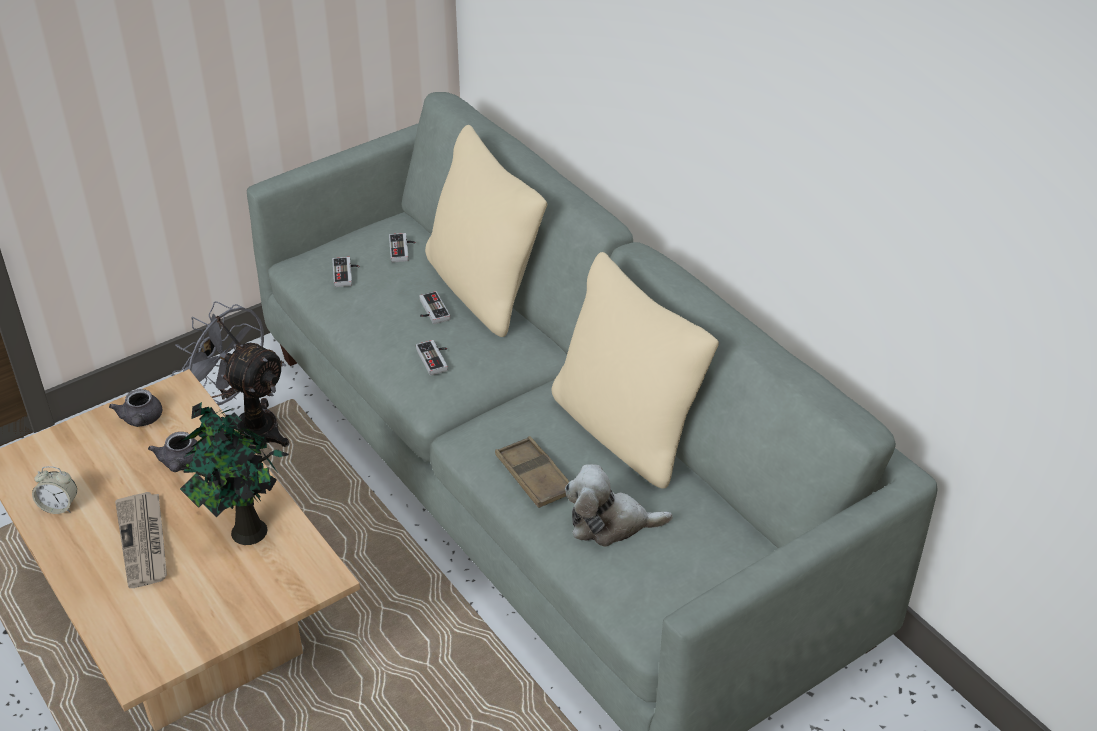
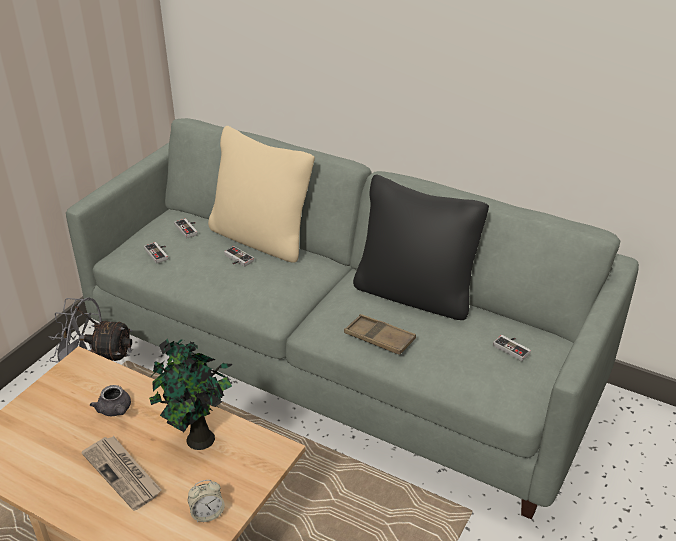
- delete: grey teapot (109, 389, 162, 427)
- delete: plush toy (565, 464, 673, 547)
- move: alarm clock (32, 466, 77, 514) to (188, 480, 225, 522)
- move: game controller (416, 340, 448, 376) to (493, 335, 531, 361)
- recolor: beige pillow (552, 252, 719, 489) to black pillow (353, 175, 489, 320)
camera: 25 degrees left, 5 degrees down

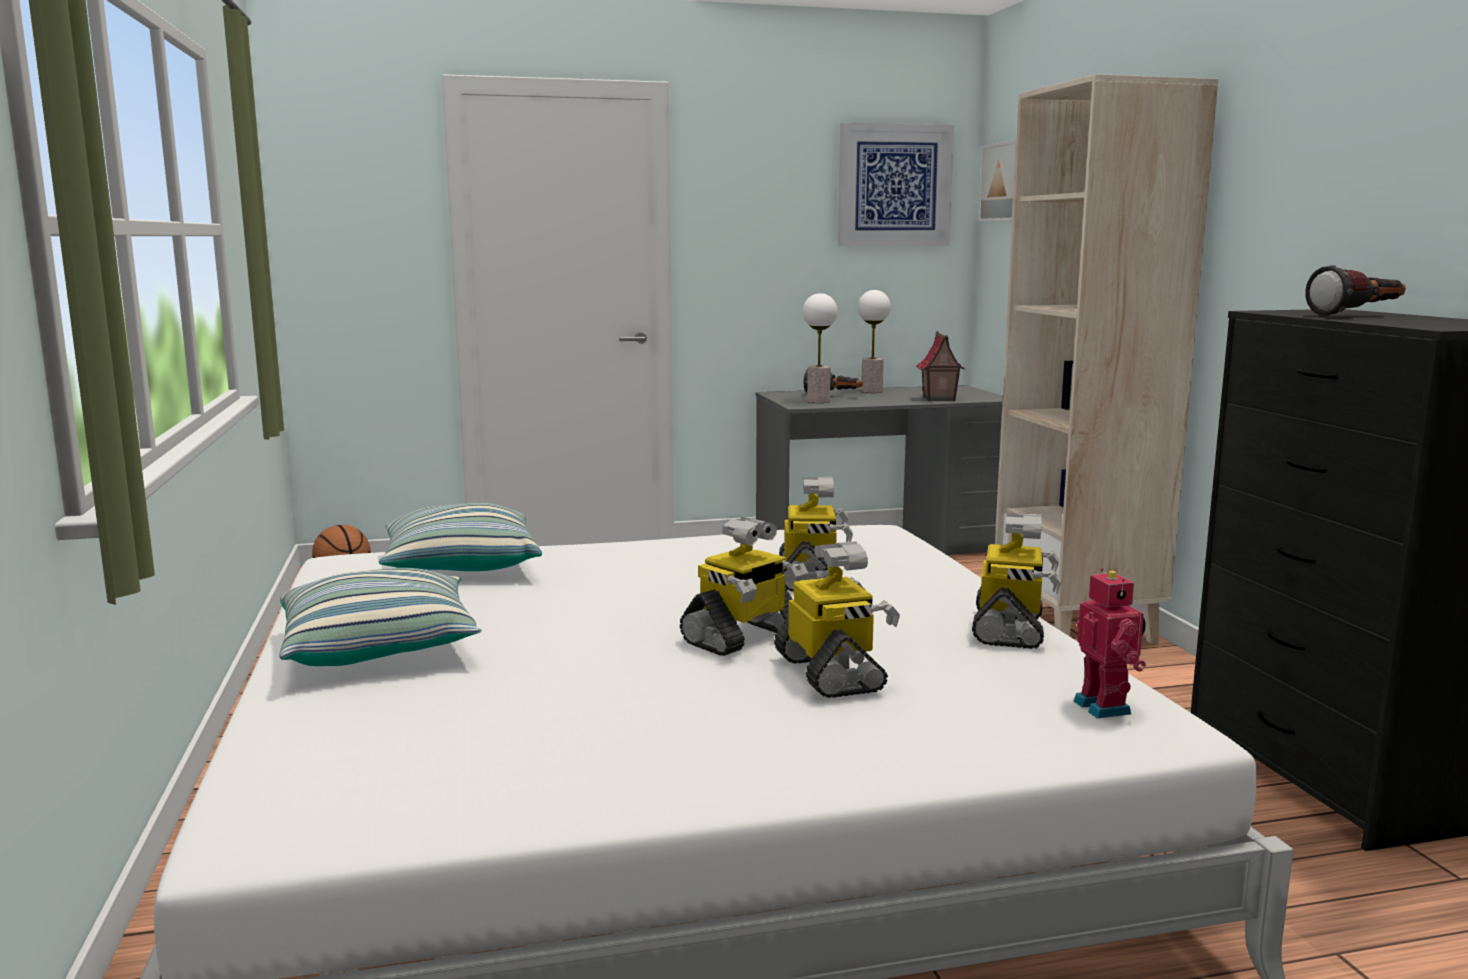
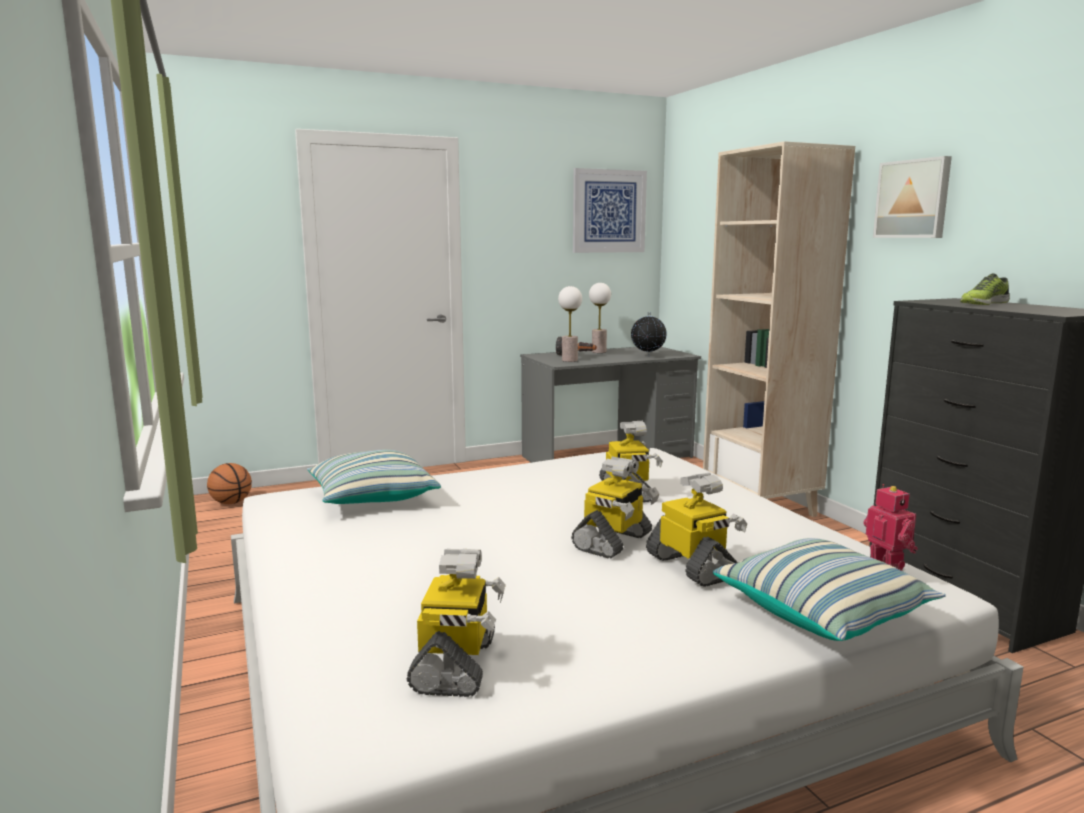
- move: pillow (280, 568, 481, 666) to (713, 538, 946, 641)
- move: toy robot (972, 514, 1061, 649) to (407, 549, 506, 697)
- move: picture (978, 140, 1016, 222) to (873, 156, 952, 238)
- replace: toy house (916, 331, 965, 401) to globe (631, 312, 667, 356)
- replace: flashlight (1305, 265, 1406, 317) to shoe (960, 273, 1010, 305)
camera: 10 degrees left, 0 degrees up

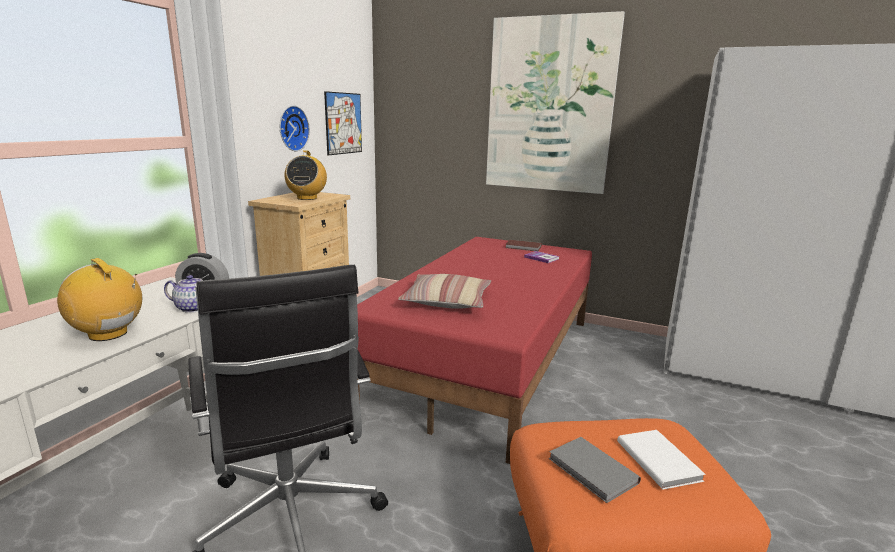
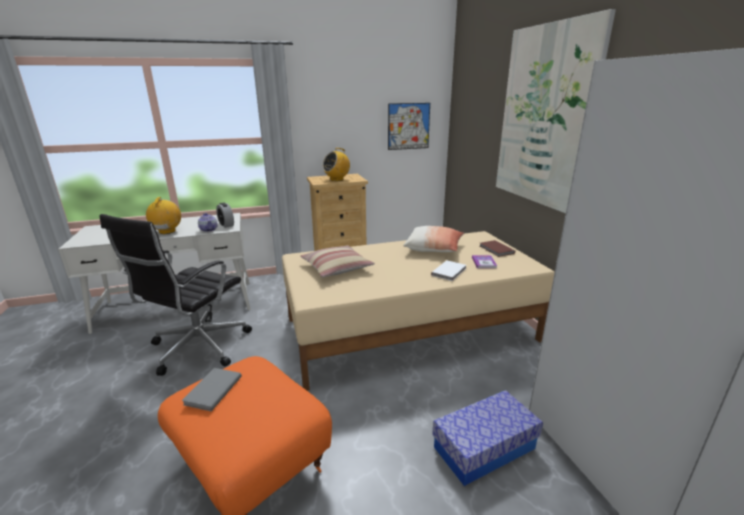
- delete: wall clock (280, 106, 310, 151)
- insert: pillow (403, 226, 464, 252)
- insert: storage box (432, 390, 543, 486)
- move: white book (617, 430, 706, 489) to (431, 260, 466, 281)
- recolor: red bed (357, 237, 592, 464) to beige bed (282, 231, 555, 391)
camera: 50 degrees right, 5 degrees up

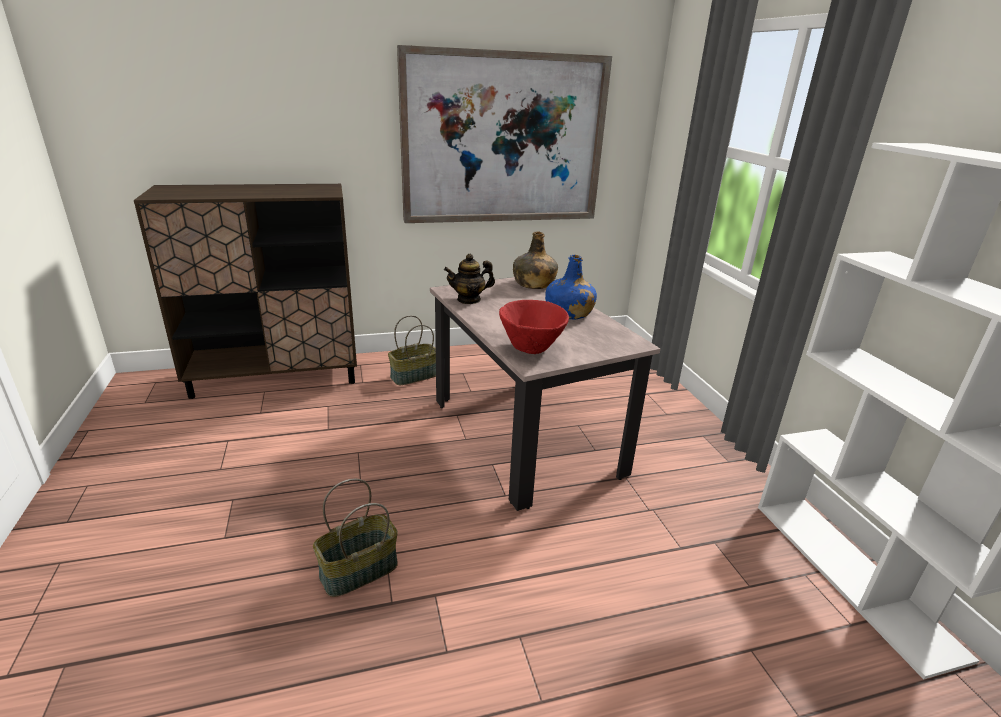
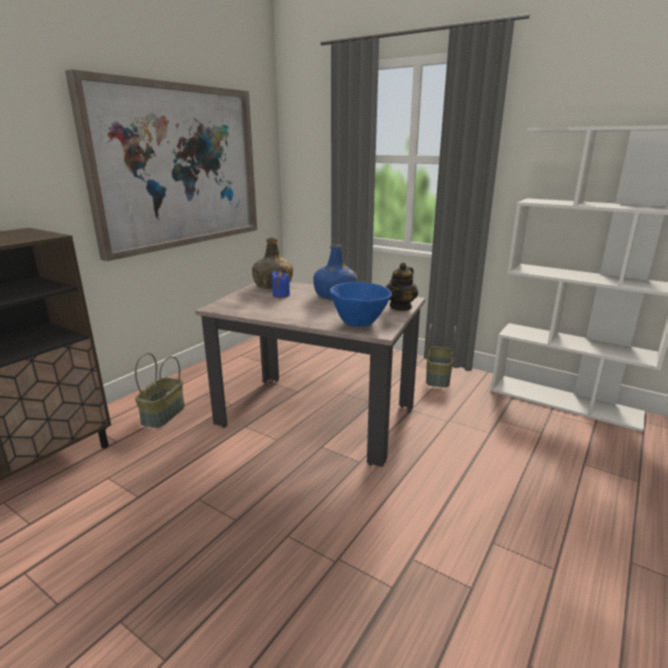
- insert: blue candle (272, 271, 290, 298)
- move: basket (313, 479, 398, 597) to (426, 324, 456, 388)
- move: teapot (444, 254, 495, 304) to (386, 262, 418, 311)
- recolor: red bowl (499, 300, 569, 354) to blue bowl (330, 282, 392, 327)
camera: 40 degrees left, 5 degrees down

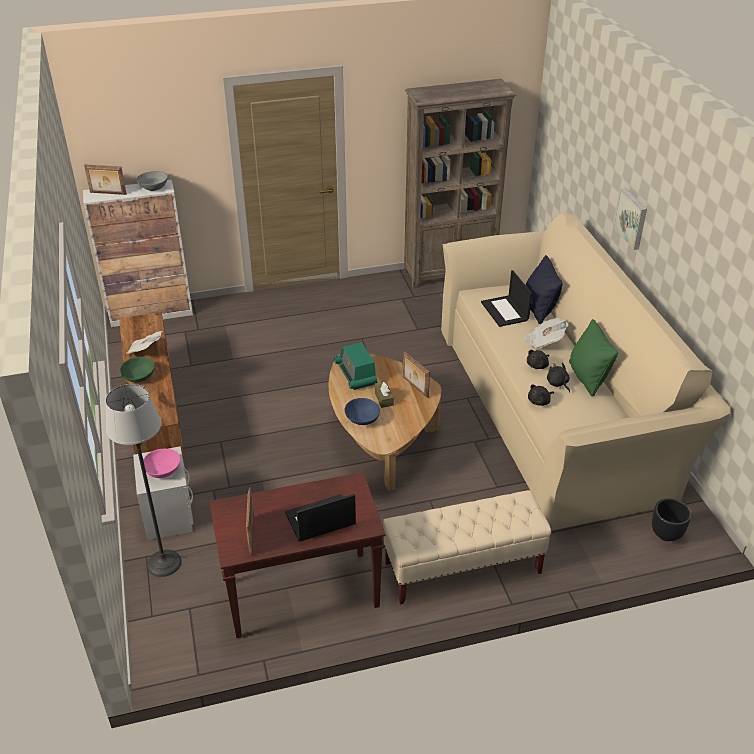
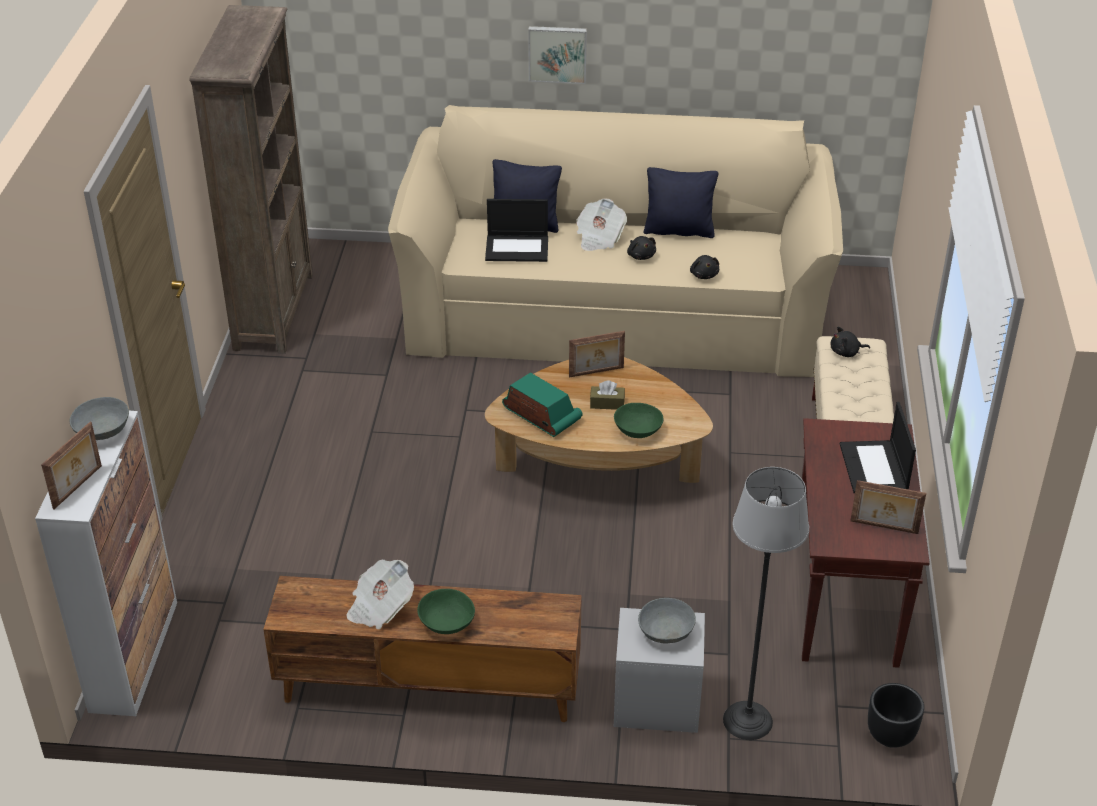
- move: black plush toy (547, 362, 570, 393) to (831, 327, 870, 357)
- move: black planter (652, 498, 691, 541) to (868, 683, 924, 748)
- recolor: pink bowl (143, 449, 181, 478) to grey bowl (638, 598, 696, 644)
- recolor: blue bowl (344, 398, 380, 425) to green bowl (614, 403, 663, 438)
- recolor: green pillow (569, 319, 618, 397) to black pillow (644, 167, 718, 238)
- rotate: radio (334, 342, 377, 390) = (502, 373, 583, 437) 135 degrees counterclockwise
camera: 70 degrees left, 0 degrees up

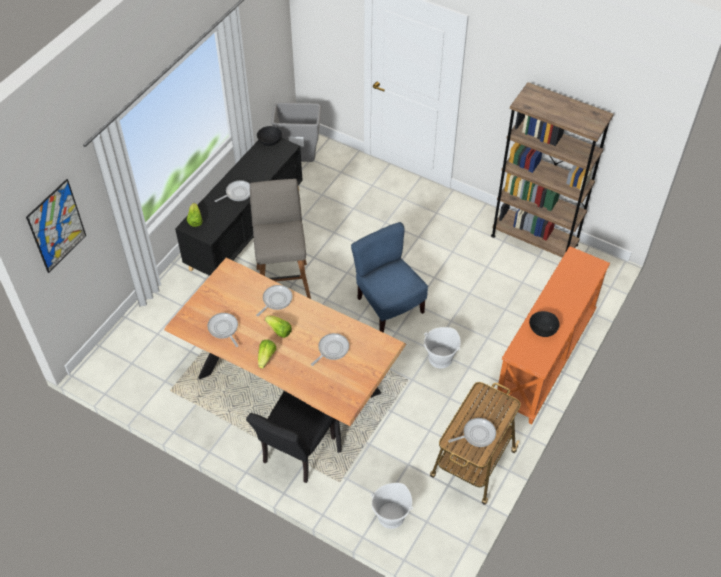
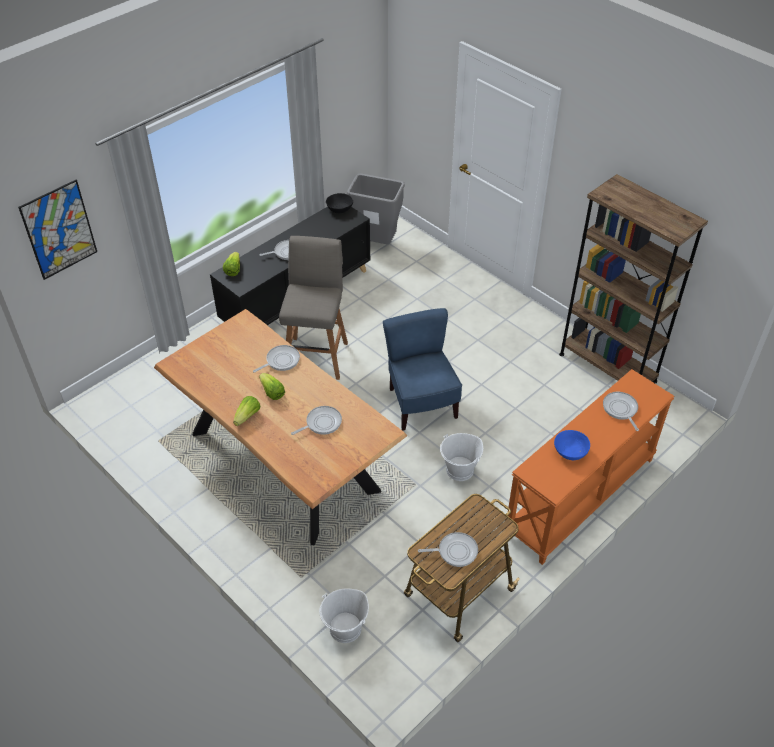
- delete: black chair (246, 391, 336, 483)
- move: frying pan (207, 313, 239, 347) to (603, 392, 639, 431)
- recolor: black bowl (529, 311, 560, 337) to blue bowl (554, 430, 590, 460)
camera: 15 degrees right, 5 degrees down

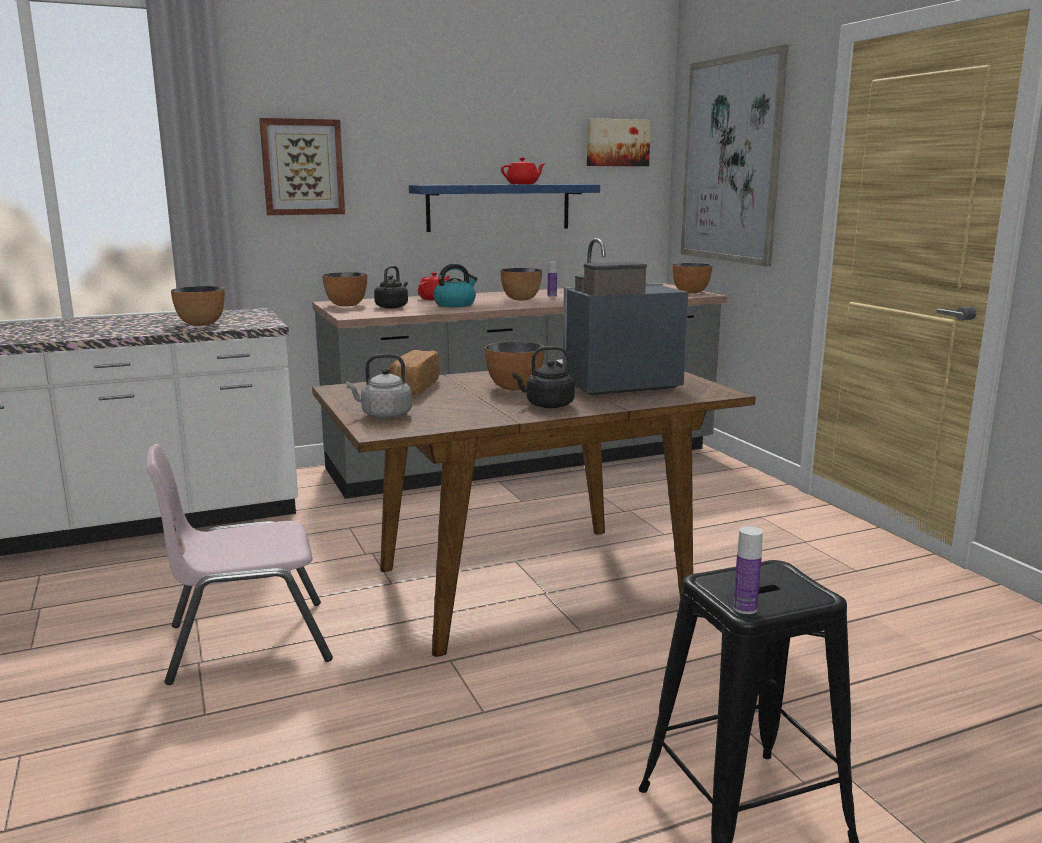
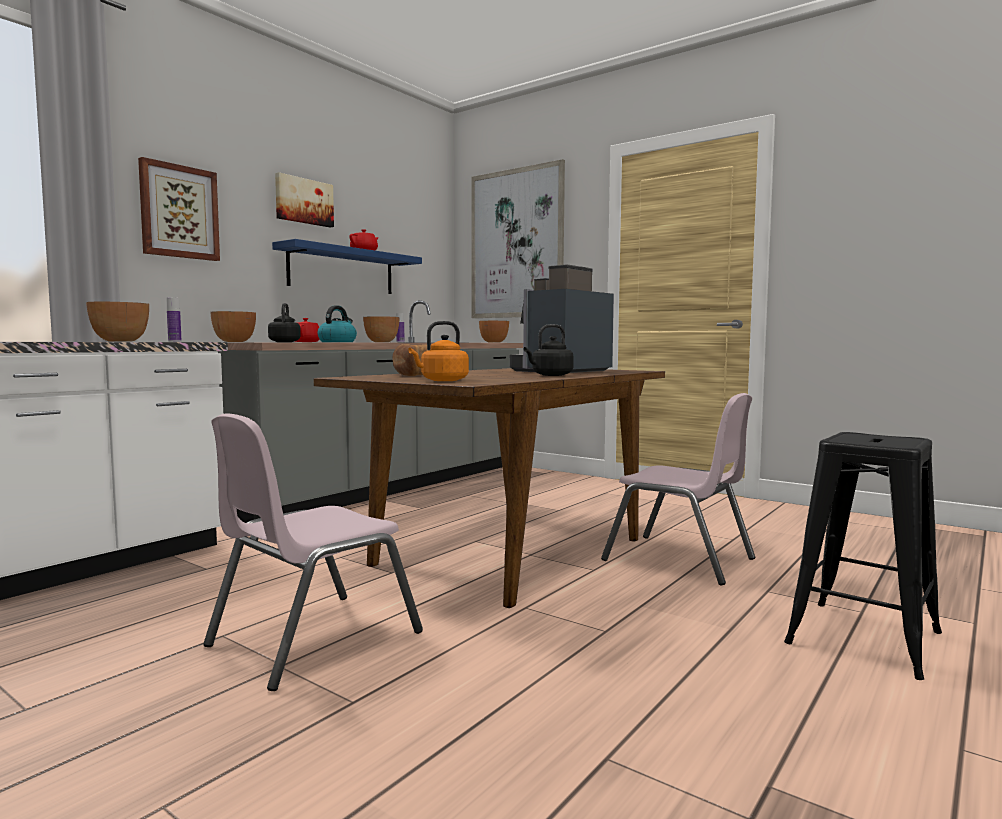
- delete: bowl (485, 342, 545, 390)
- insert: pink chair (601, 393, 755, 585)
- move: picture (587, 118, 651, 166) to (275, 172, 334, 228)
- move: bottle (733, 526, 763, 614) to (167, 298, 182, 342)
- recolor: grey kettle (346, 354, 412, 419) to orange kettle (408, 321, 469, 381)
camera: 30 degrees left, 10 degrees down

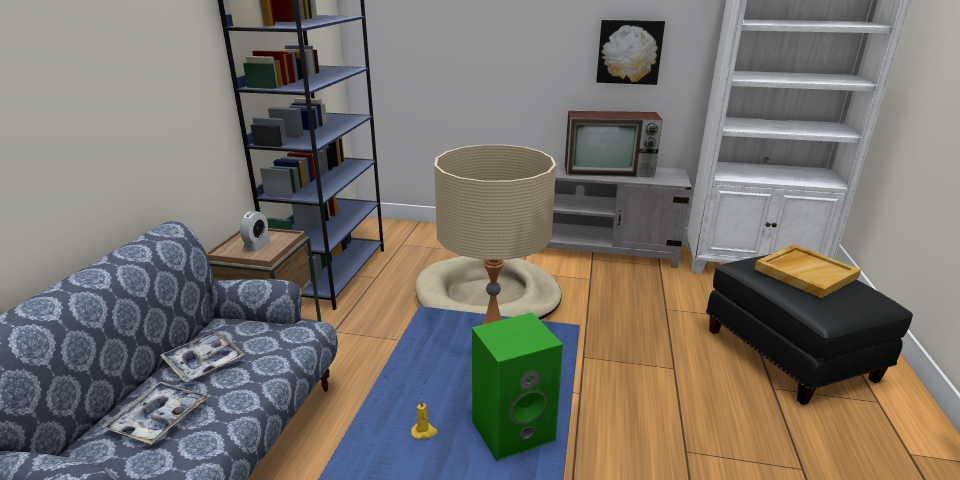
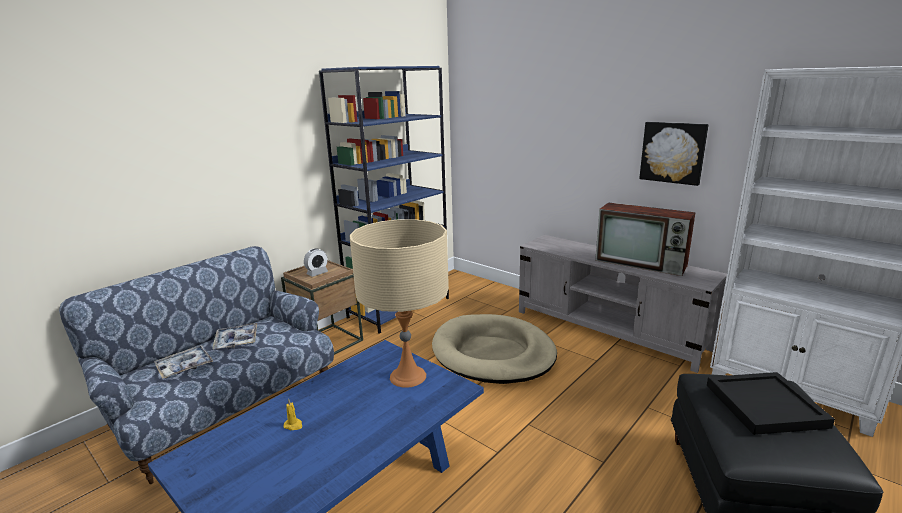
- delete: green speaker (472, 312, 563, 461)
- recolor: beige tray (754, 245, 861, 298) to black tray (707, 372, 835, 435)
camera: 30 degrees right, 5 degrees down

